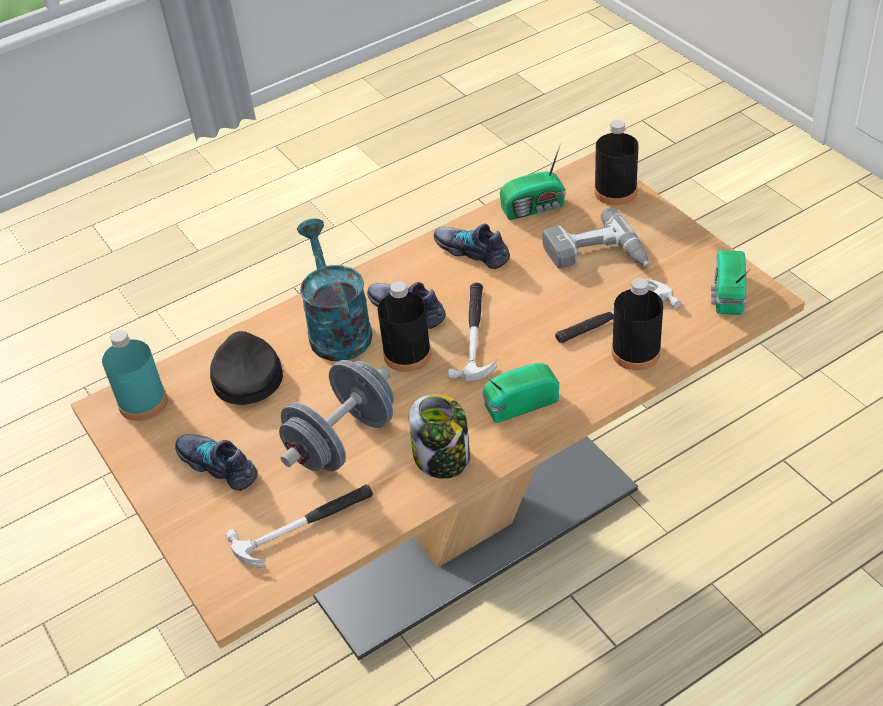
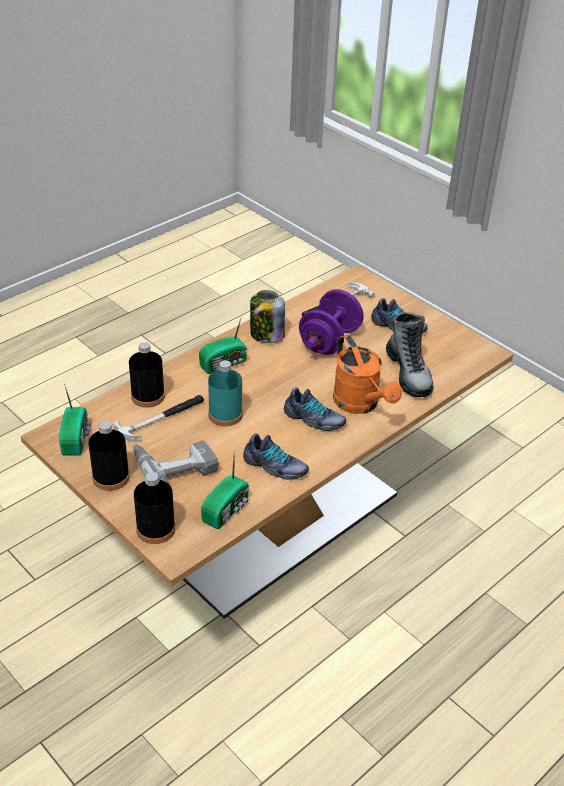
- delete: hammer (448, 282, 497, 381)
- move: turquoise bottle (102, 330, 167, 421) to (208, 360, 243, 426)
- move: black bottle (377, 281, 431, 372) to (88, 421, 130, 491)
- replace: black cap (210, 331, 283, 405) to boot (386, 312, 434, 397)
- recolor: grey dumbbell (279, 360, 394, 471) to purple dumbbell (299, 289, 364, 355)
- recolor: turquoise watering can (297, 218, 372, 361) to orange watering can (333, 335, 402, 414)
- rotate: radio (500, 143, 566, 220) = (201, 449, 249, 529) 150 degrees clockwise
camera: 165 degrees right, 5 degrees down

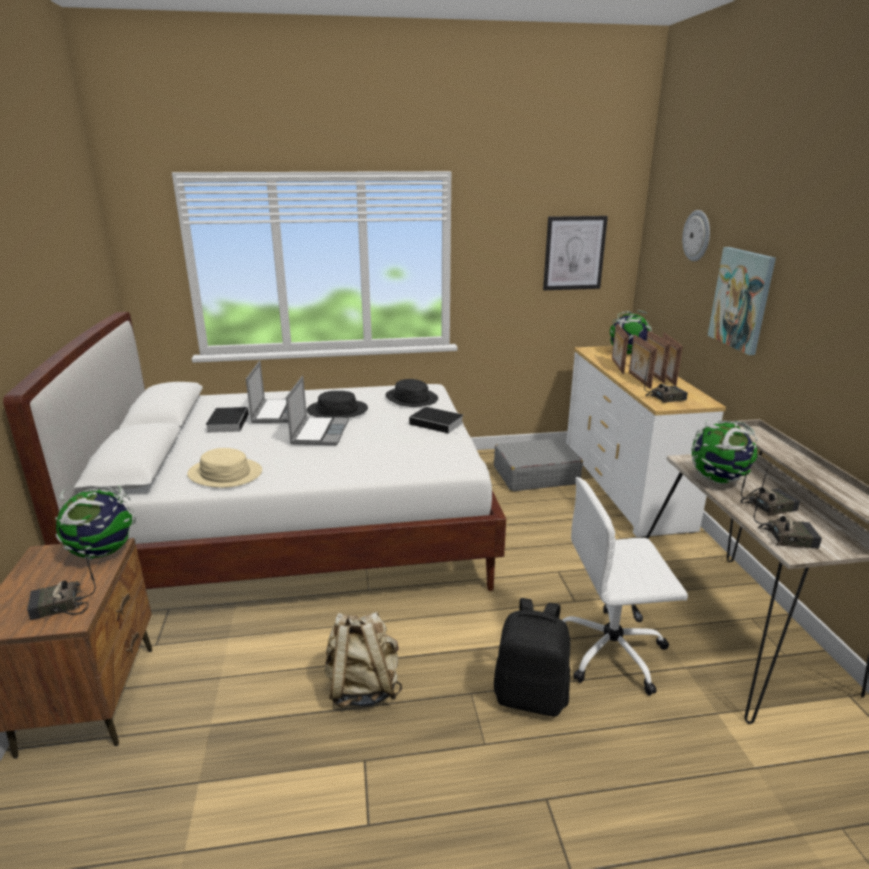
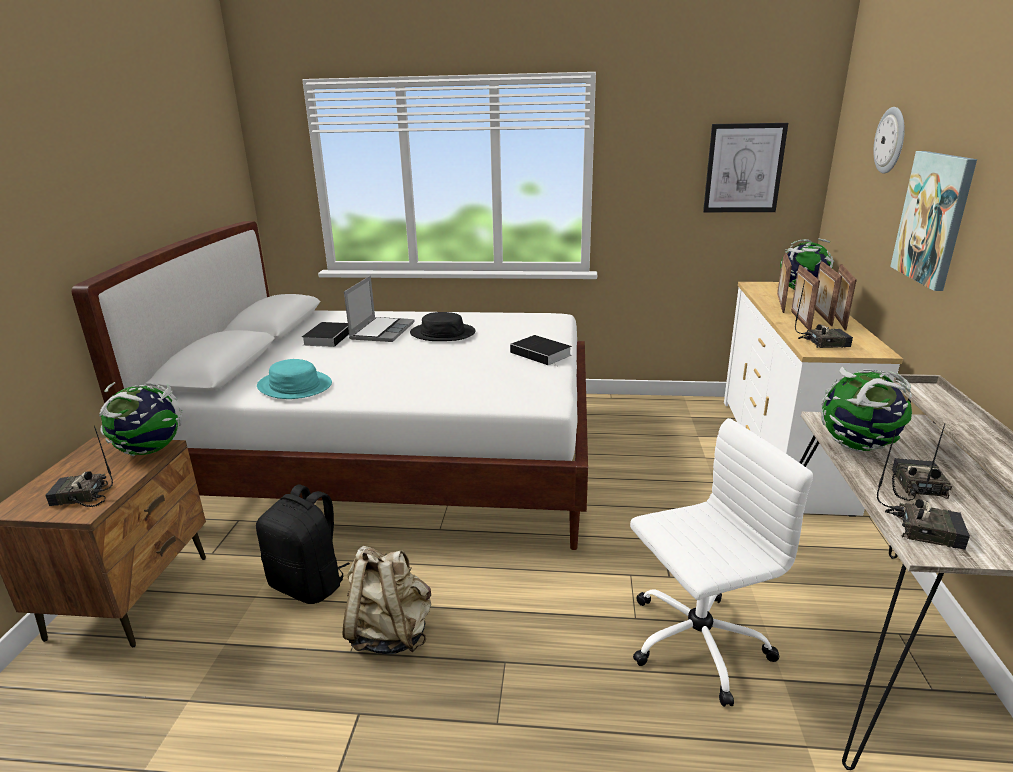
- delete: laptop (286, 376, 349, 445)
- delete: black hat (386, 379, 438, 407)
- delete: grey suitcase (494, 438, 583, 491)
- move: black backpack (494, 598, 570, 717) to (256, 485, 350, 604)
- recolor: beige hat (187, 448, 262, 488) to turquoise hat (257, 359, 332, 399)
- rotate: white office chair (562, 477, 688, 696) = (630, 418, 813, 707) 150 degrees clockwise
- rotate: radio (740, 447, 800, 516) = (892, 423, 952, 501) 75 degrees counterclockwise
camera: 15 degrees right, 0 degrees up

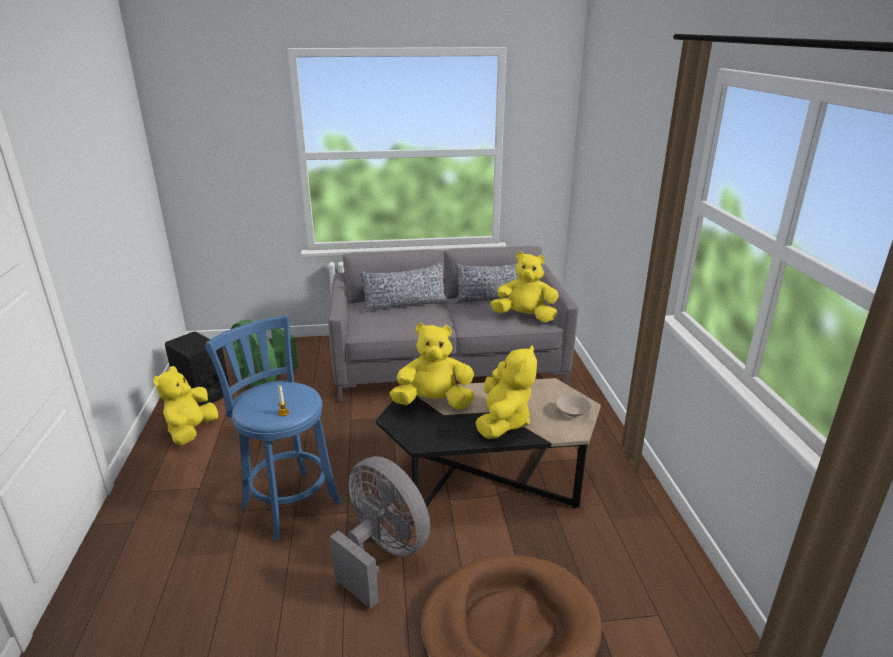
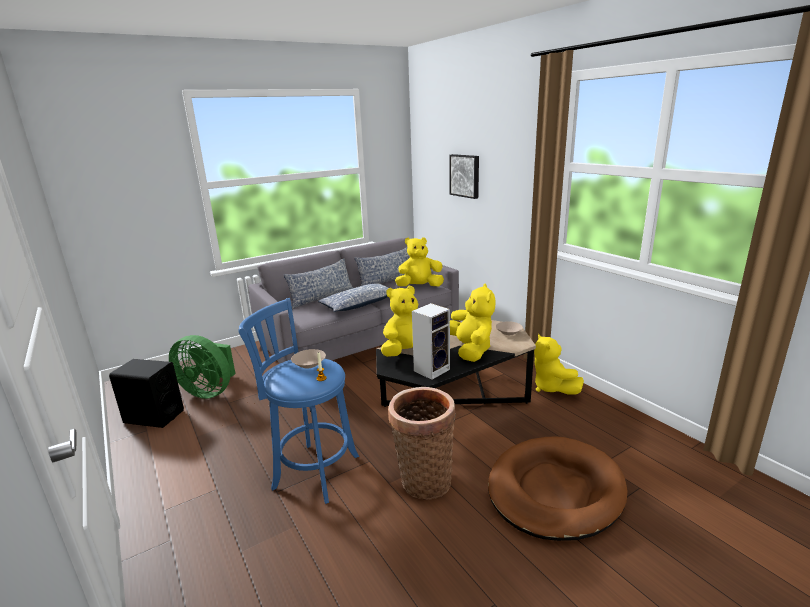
- insert: beige bowl (291, 349, 326, 369)
- insert: pillow (318, 283, 388, 312)
- insert: speaker (412, 303, 450, 380)
- insert: picture (449, 154, 479, 199)
- move: yellow plush toy (153, 366, 218, 445) to (534, 334, 584, 395)
- replace: grey fan (330, 456, 430, 609) to basket (388, 387, 456, 500)
camera: 25 degrees left, 5 degrees down

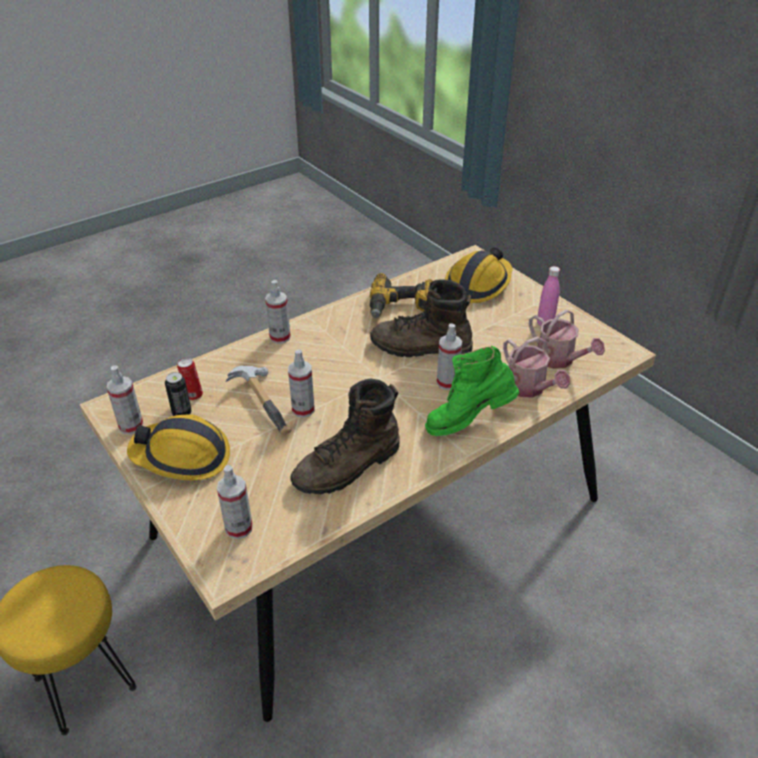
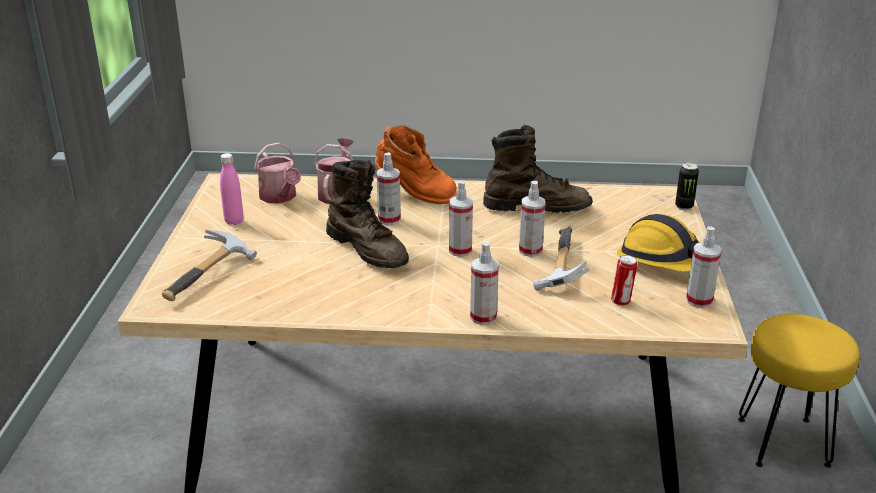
- delete: power drill (370, 273, 433, 318)
- move: can (165, 372, 191, 416) to (675, 163, 699, 210)
- move: spray bottle (217, 465, 253, 539) to (449, 180, 473, 257)
- replace: hard hat (445, 247, 513, 303) to hammer (162, 230, 257, 301)
- recolor: green boot (425, 346, 519, 436) to orange boot (375, 125, 458, 204)
- rotate: watering can (529, 309, 605, 369) = (254, 142, 301, 203) 150 degrees clockwise
camera: 140 degrees left, 10 degrees down

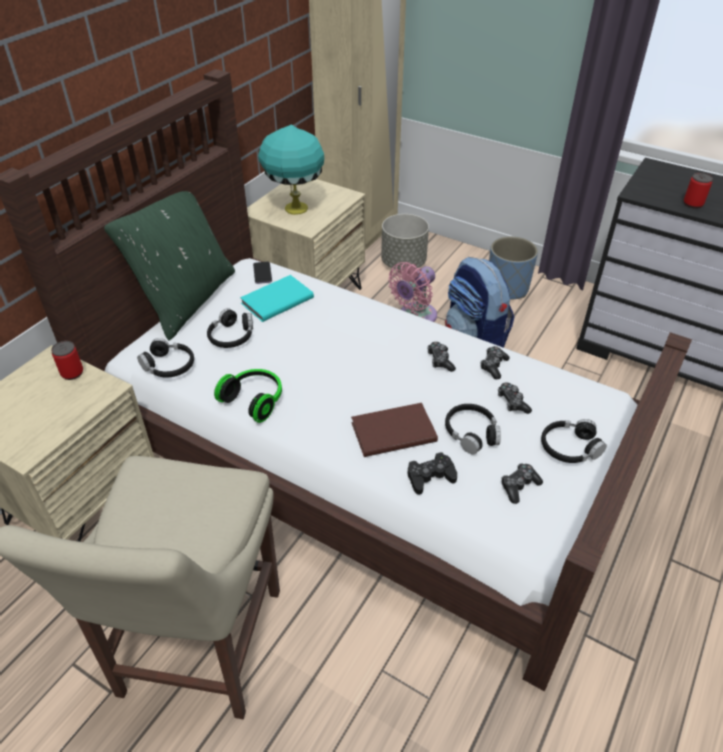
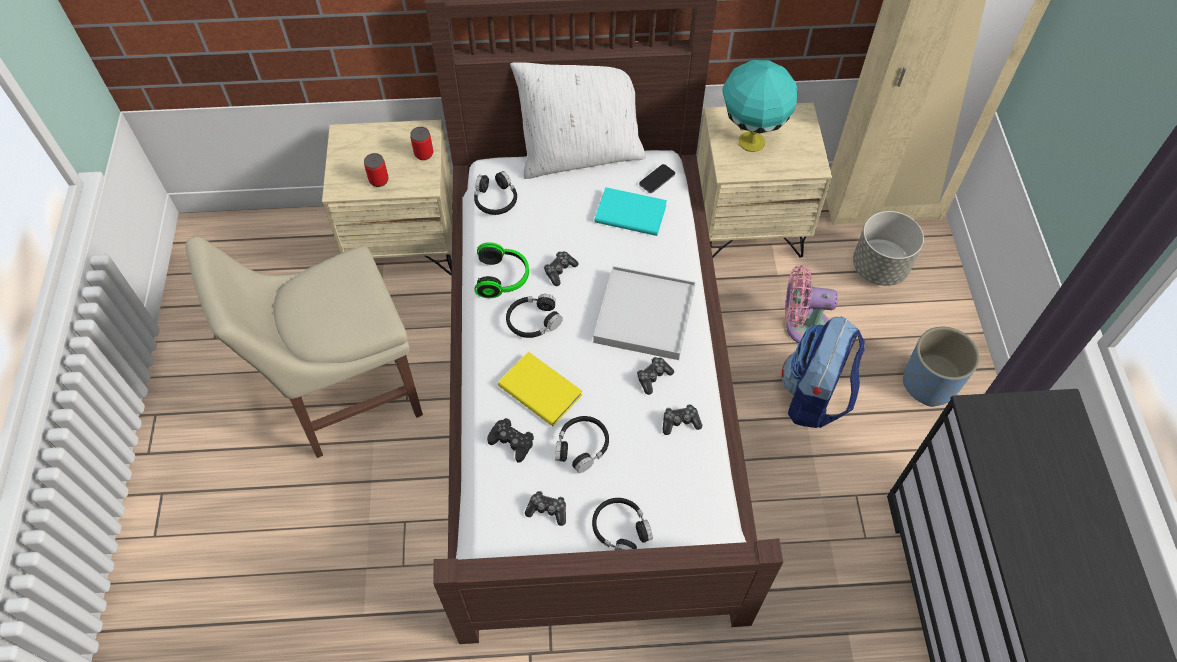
- insert: white tray (593, 266, 696, 360)
- move: black headphones (207, 308, 253, 348) to (506, 294, 563, 338)
- move: game controller (498, 382, 532, 414) to (544, 252, 579, 286)
- move: can (684, 172, 713, 209) to (364, 153, 389, 187)
- recolor: green pillow (104, 191, 235, 341) to white pillow (510, 41, 646, 179)
- recolor: brown book (351, 403, 438, 457) to yellow book (498, 352, 582, 426)
camera: 55 degrees right, 15 degrees up

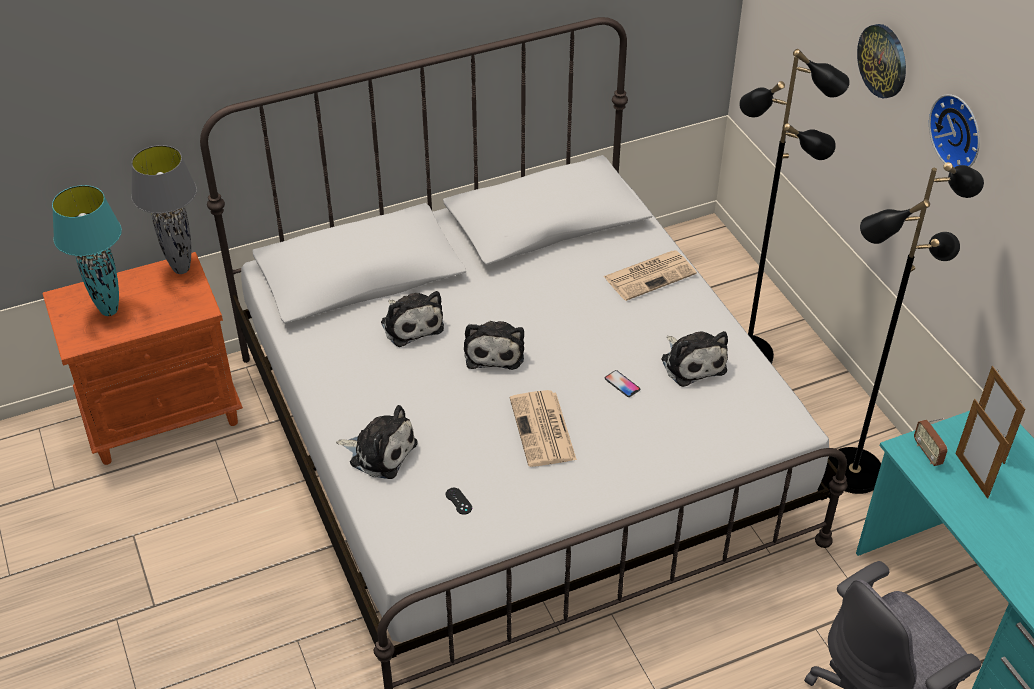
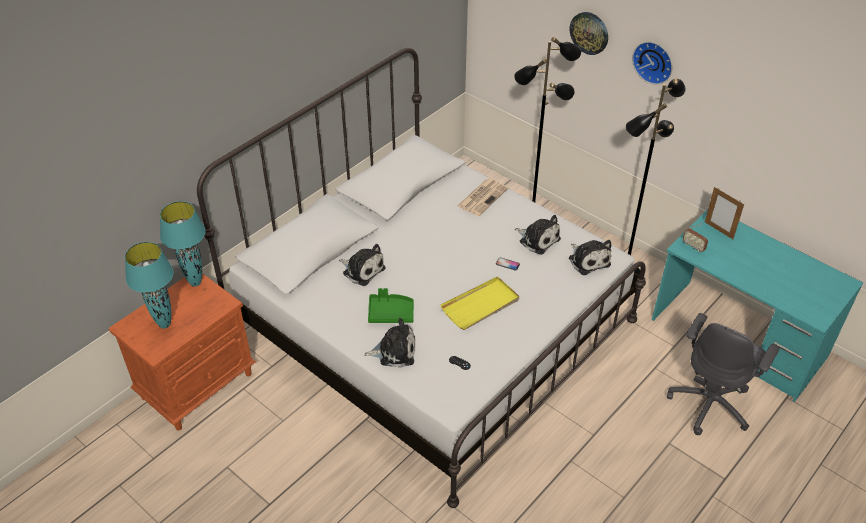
- delete: picture frame (955, 399, 1009, 499)
- insert: green tray (368, 288, 414, 323)
- move: plush toy (464, 321, 524, 370) to (569, 240, 611, 275)
- replace: newspaper (510, 390, 577, 467) to yellow tray (440, 276, 519, 330)
- recolor: grey table lamp (131, 145, 197, 274) to turquoise table lamp (160, 201, 205, 287)
camera: 25 degrees left, 0 degrees up

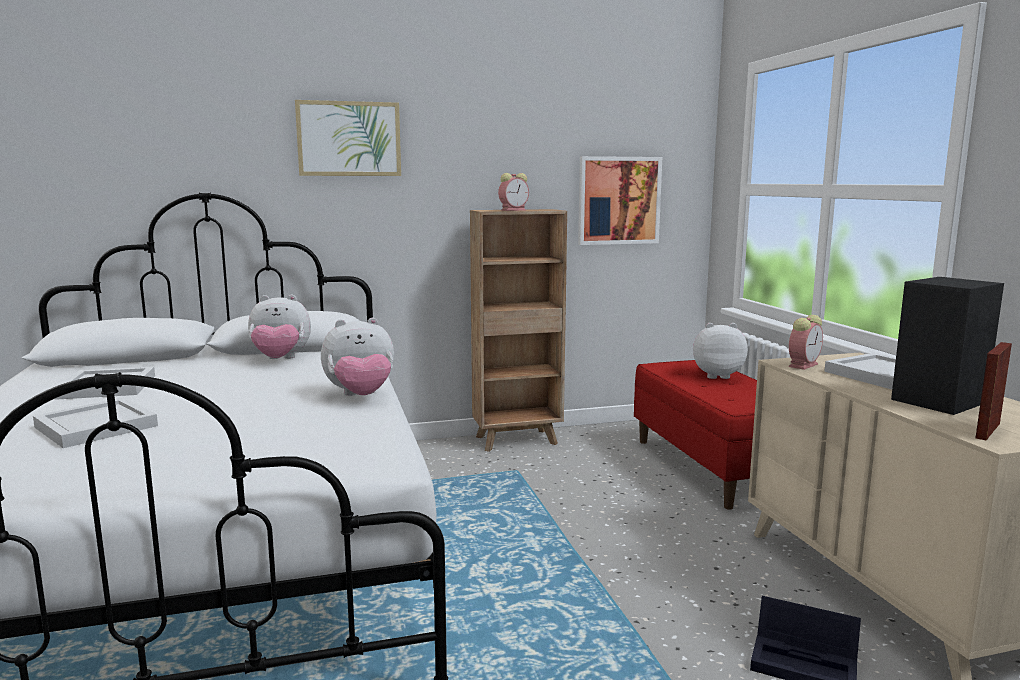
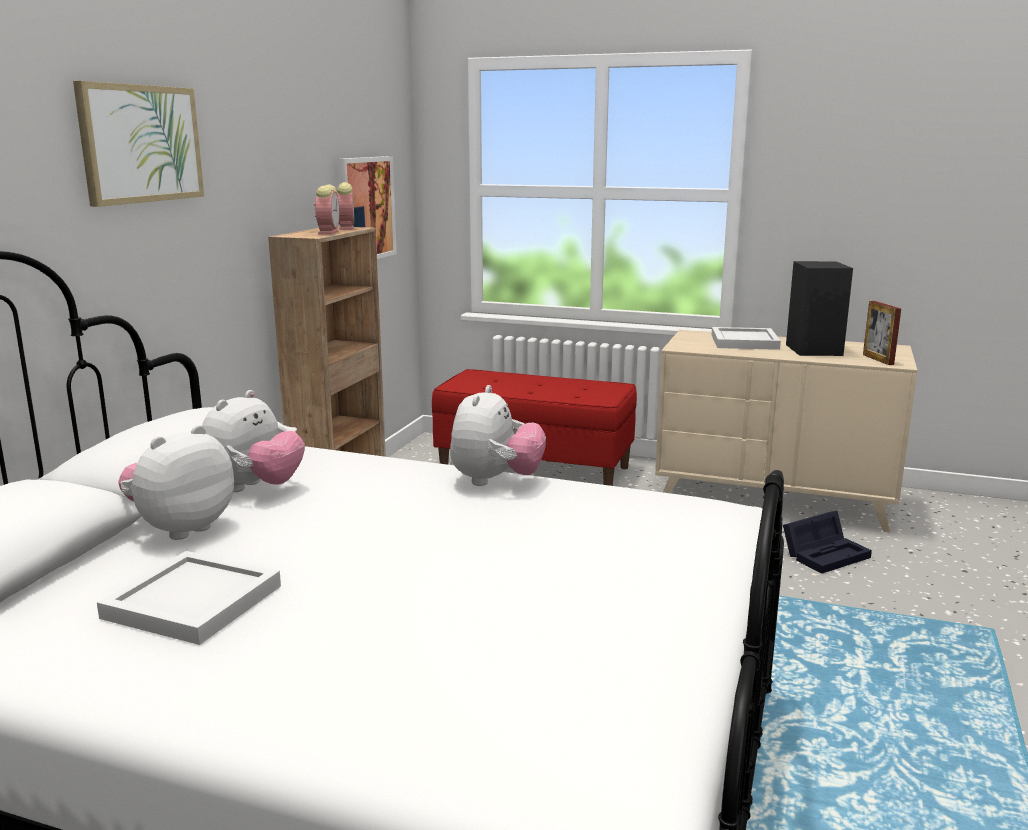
- delete: white tray (33, 397, 158, 448)
- move: plush toy (693, 323, 748, 379) to (118, 425, 234, 540)
- move: alarm clock (789, 315, 823, 370) to (337, 182, 355, 230)
camera: 55 degrees left, 5 degrees up

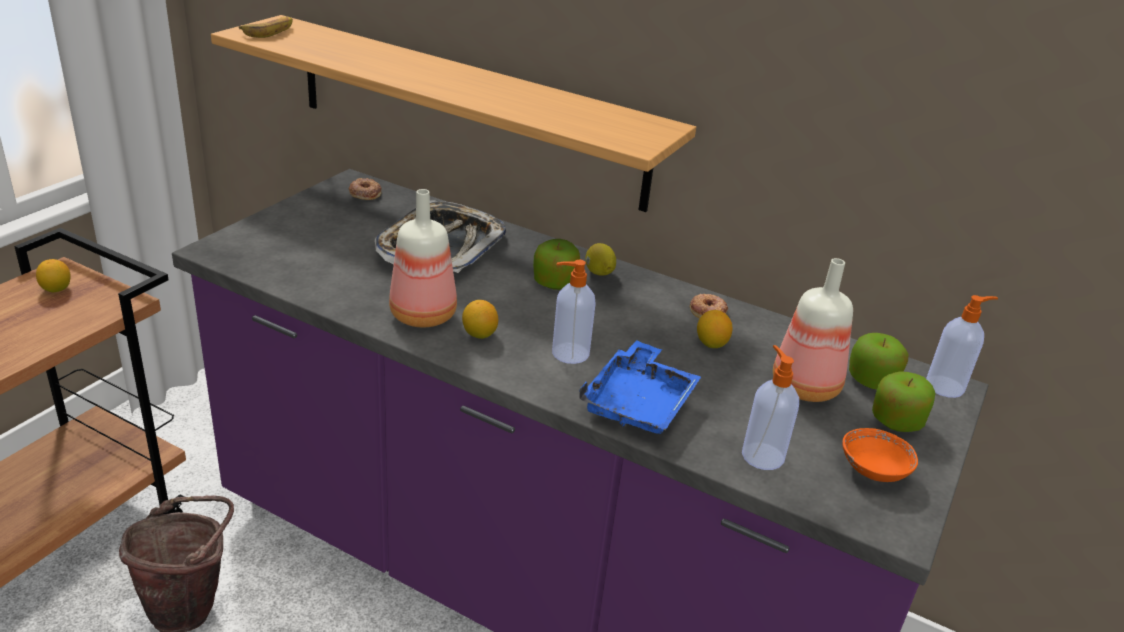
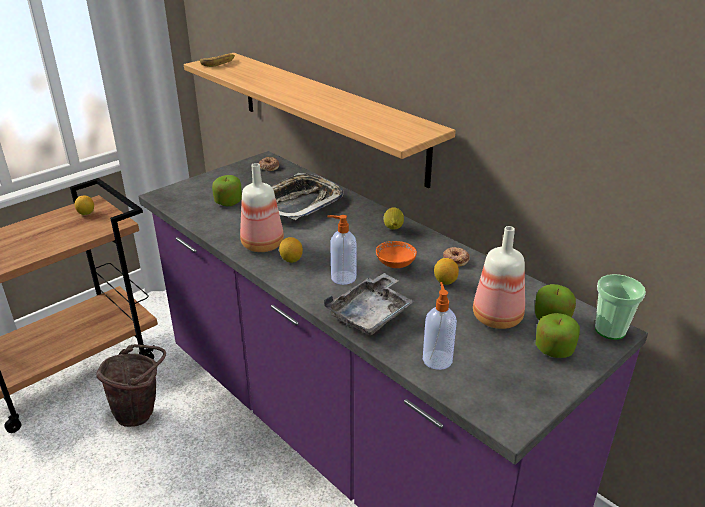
- move: apple (533, 239, 580, 290) to (212, 175, 242, 206)
- move: orange bowl (842, 428, 918, 482) to (376, 241, 417, 268)
- replace: soap dispenser (926, 295, 998, 398) to cup (595, 274, 646, 340)
- recolor: blue tray (579, 340, 701, 434) to grey tray (324, 273, 415, 335)
camera: 20 degrees right, 0 degrees up

